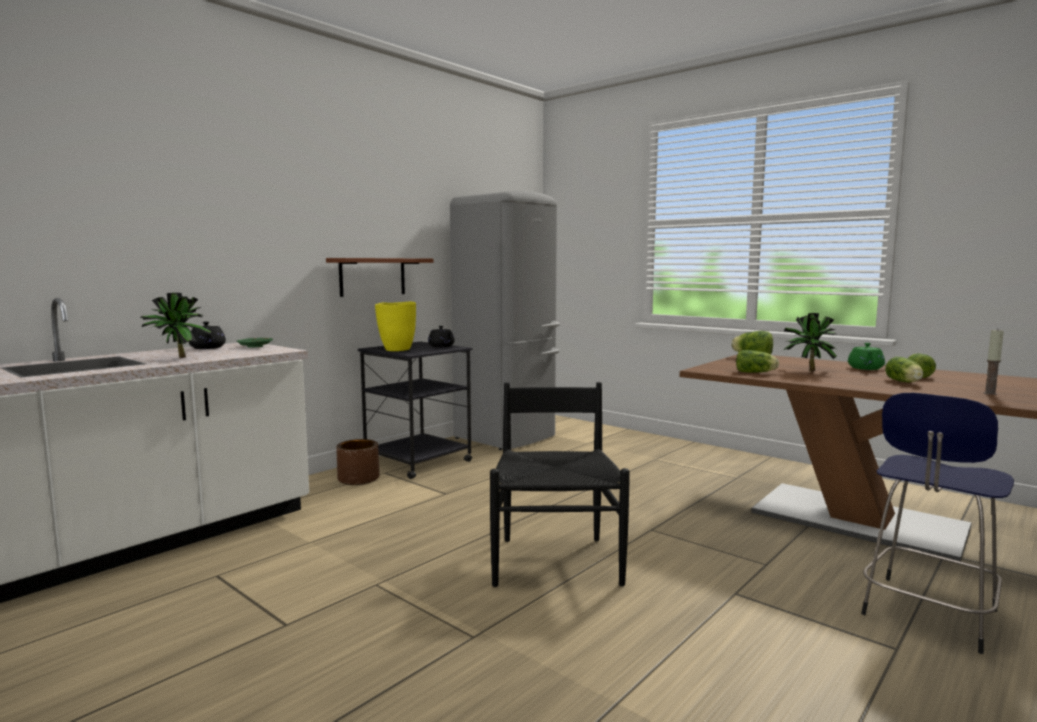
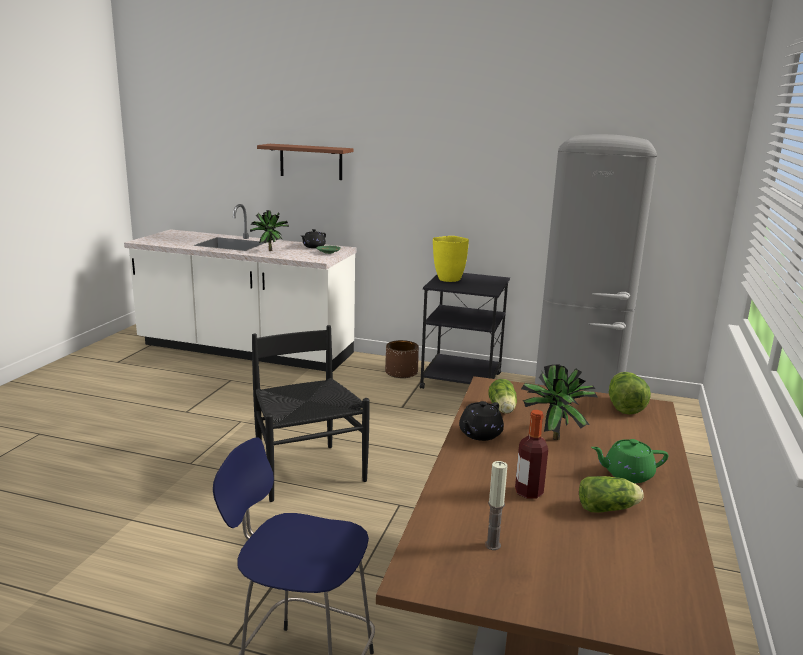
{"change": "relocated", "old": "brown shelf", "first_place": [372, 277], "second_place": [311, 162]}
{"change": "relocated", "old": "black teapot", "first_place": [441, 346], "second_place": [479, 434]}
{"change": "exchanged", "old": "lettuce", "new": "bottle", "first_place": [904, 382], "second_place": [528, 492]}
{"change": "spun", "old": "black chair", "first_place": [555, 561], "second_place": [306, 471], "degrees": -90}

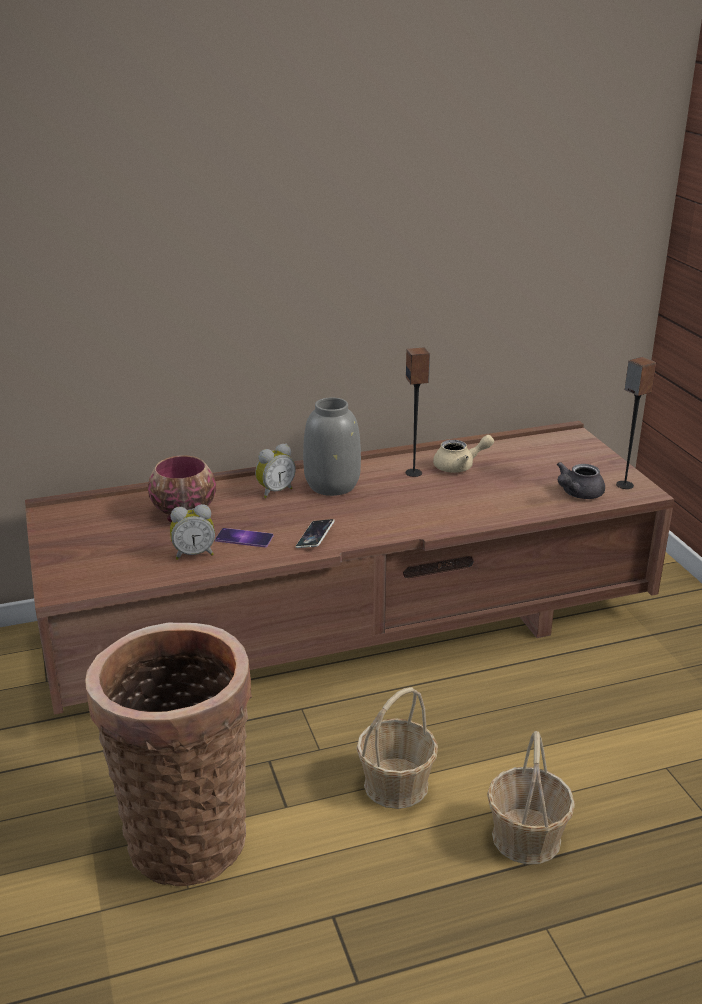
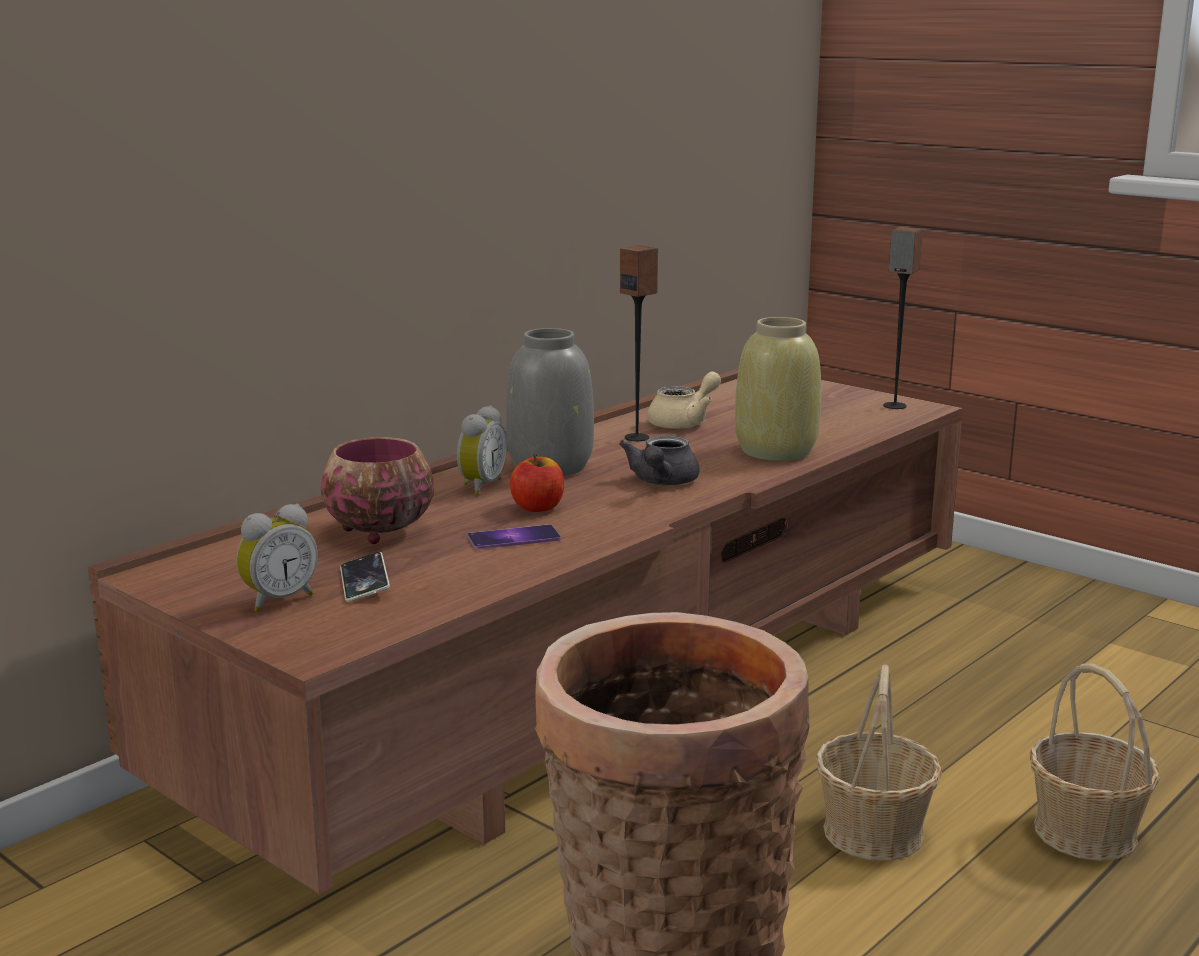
{"change": "appeared", "new": "apple", "second_place": [538, 507]}
{"change": "appeared", "new": "beige vase", "second_place": [774, 451]}
{"change": "relocated", "old": "alarm clock", "first_place": [194, 554], "second_place": [278, 600]}
{"change": "relocated", "old": "phone", "first_place": [315, 537], "second_place": [364, 583]}
{"change": "relocated", "old": "grey teapot", "first_place": [577, 494], "second_place": [661, 482]}

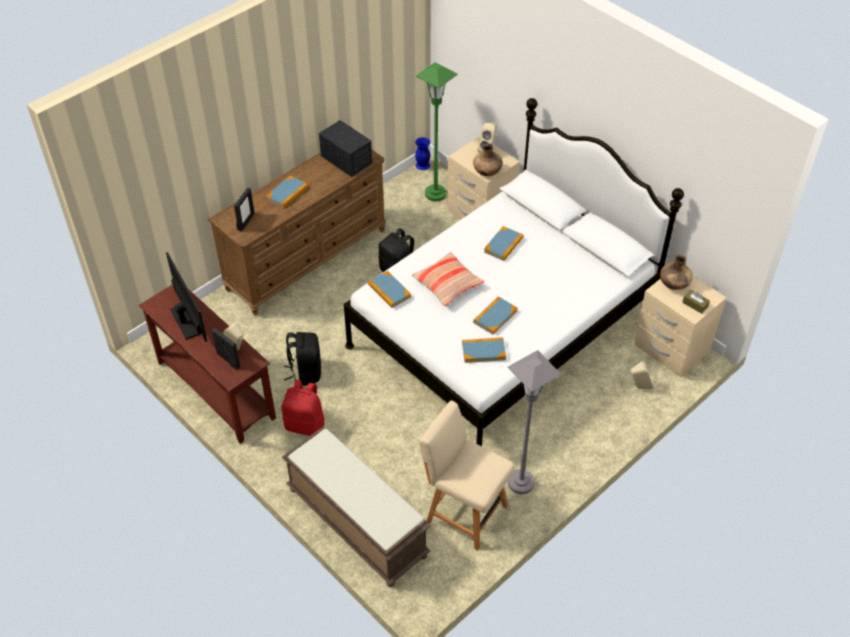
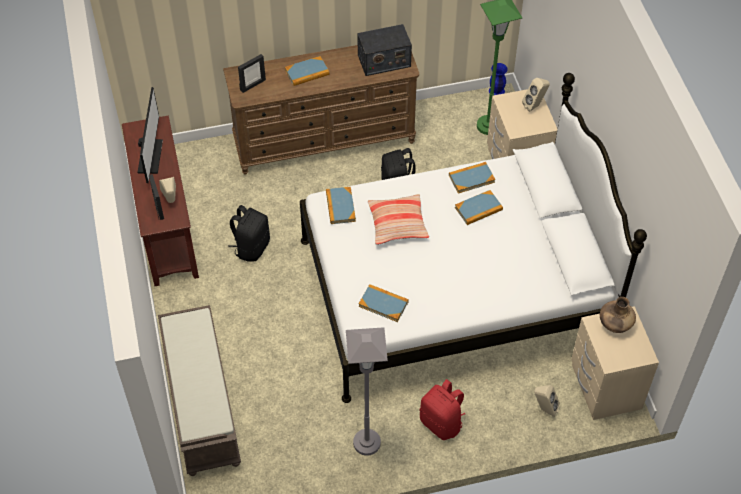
{"change": "missing", "old": "beige chair", "first_place": [464, 512]}
{"change": "missing", "old": "brown vase", "first_place": [487, 172]}
{"change": "missing", "old": "brown tissue box", "first_place": [695, 304]}
{"change": "relocated", "old": "red backpack", "first_place": [305, 424], "second_place": [442, 423]}
{"change": "relocated", "old": "book", "first_place": [495, 316], "second_place": [471, 178]}
{"change": "spun", "old": "radio", "first_place": [346, 159], "second_place": [383, 61], "degrees": 90}

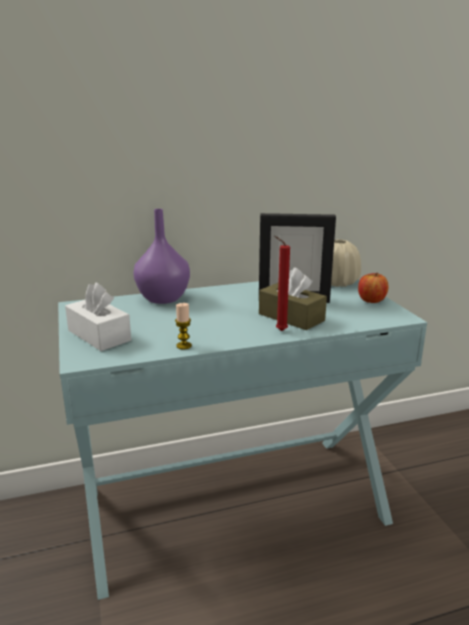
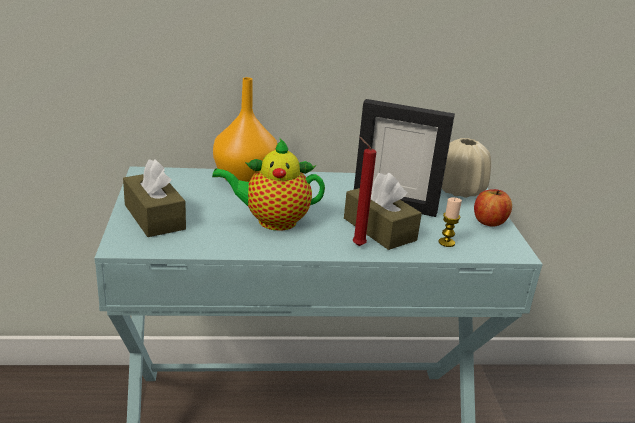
{"change": "appeared", "new": "teapot", "second_place": [272, 221]}
{"change": "relocated", "old": "candle", "first_place": [184, 346], "second_place": [446, 242]}
{"change": "colour", "old": "white tissue box", "new": "brown tissue box", "first_place": [99, 335], "second_place": [154, 217]}
{"change": "colour", "old": "purple vase", "new": "orange vase", "first_place": [163, 298], "second_place": [244, 179]}

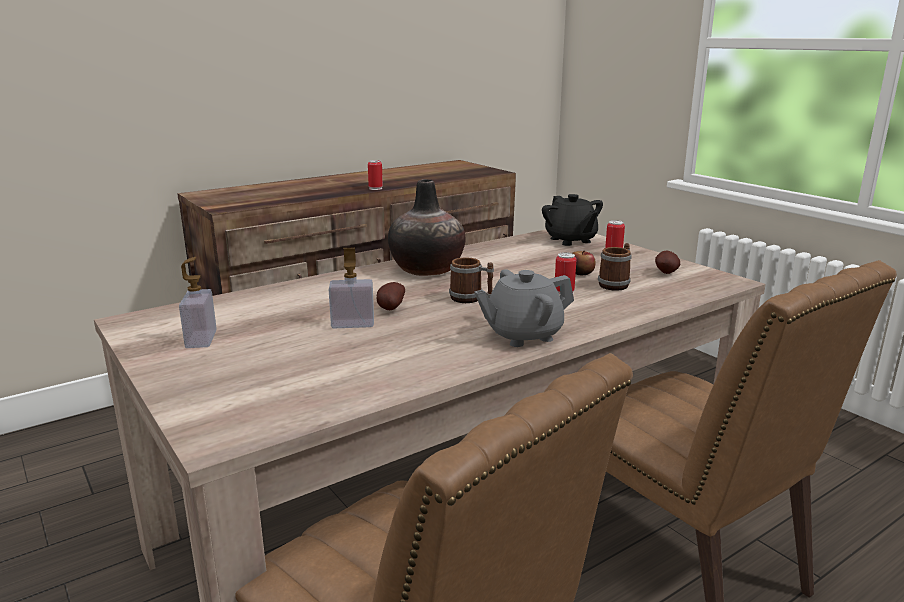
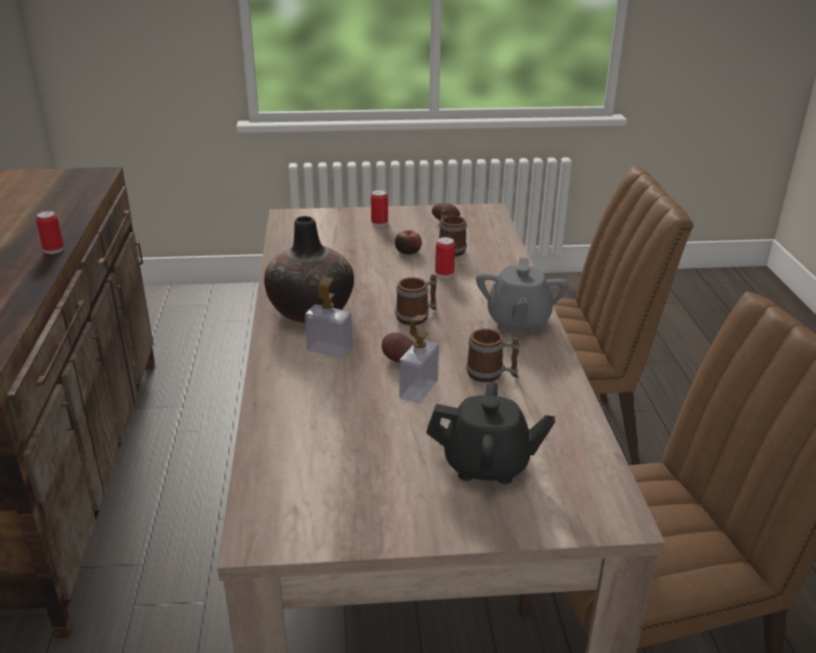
{"change": "appeared", "new": "mug", "second_place": [491, 374]}
{"change": "relocated", "old": "soap dispenser", "first_place": [201, 339], "second_place": [329, 349]}
{"change": "relocated", "old": "black teapot", "first_place": [570, 240], "second_place": [487, 465]}

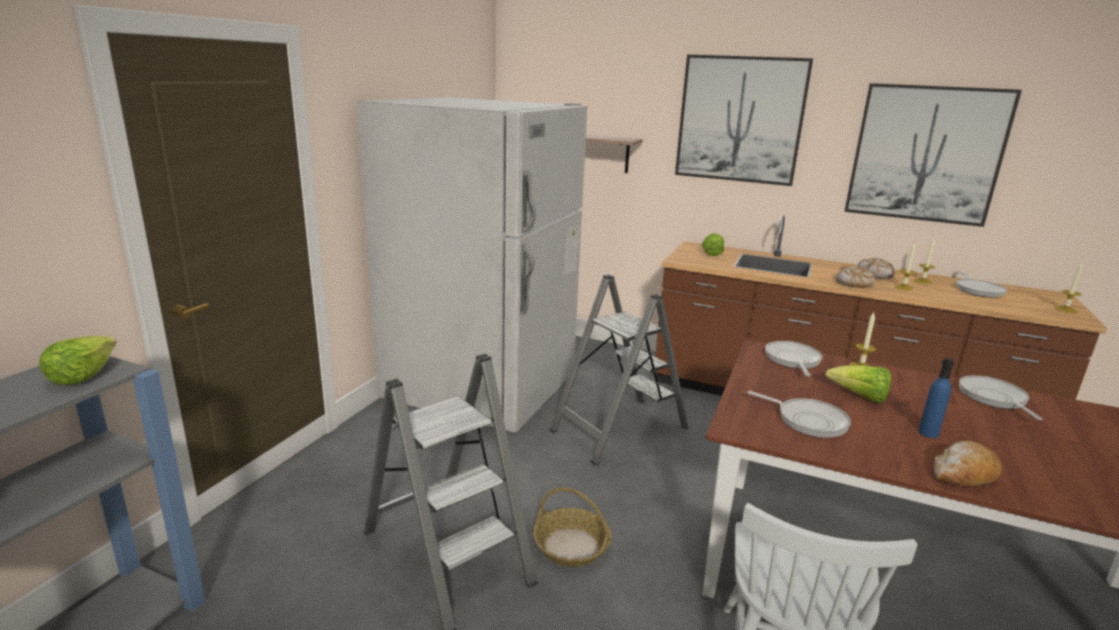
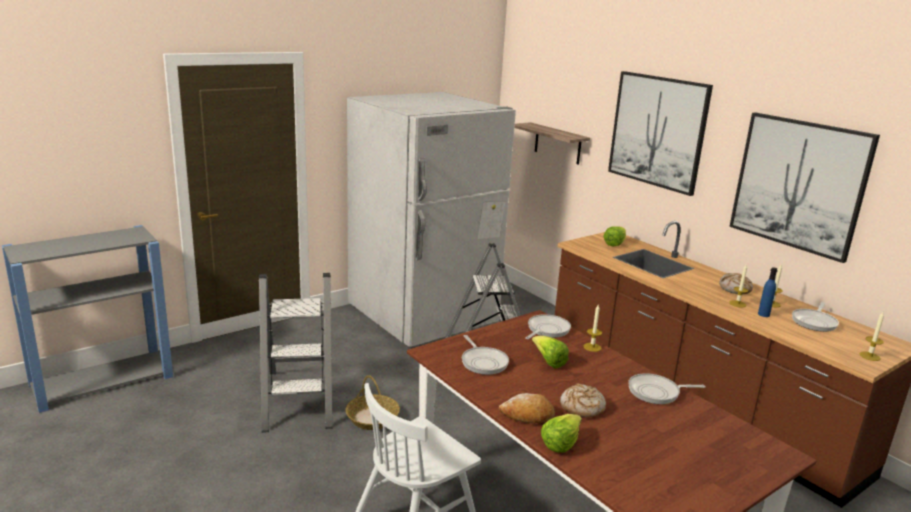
{"change": "relocated", "old": "lettuce", "first_place": [82, 375], "second_place": [560, 443]}
{"change": "relocated", "old": "bread", "first_place": [854, 283], "second_place": [582, 407]}
{"change": "relocated", "old": "blue bottle", "first_place": [928, 433], "second_place": [763, 314]}
{"change": "spun", "old": "frying pan", "first_place": [994, 398], "second_place": [656, 392], "degrees": -120}

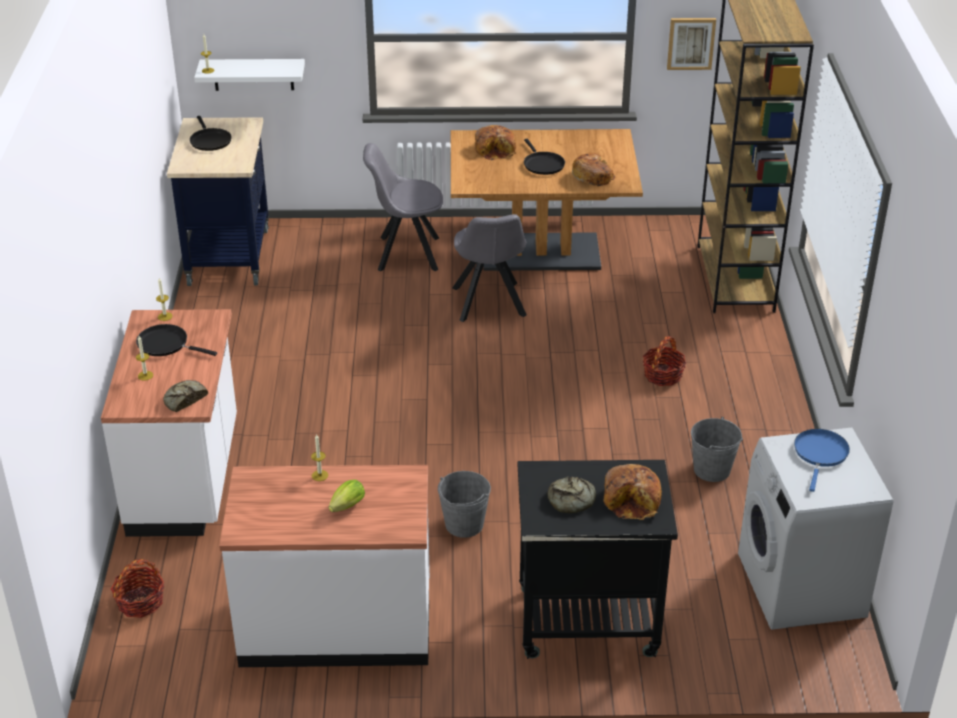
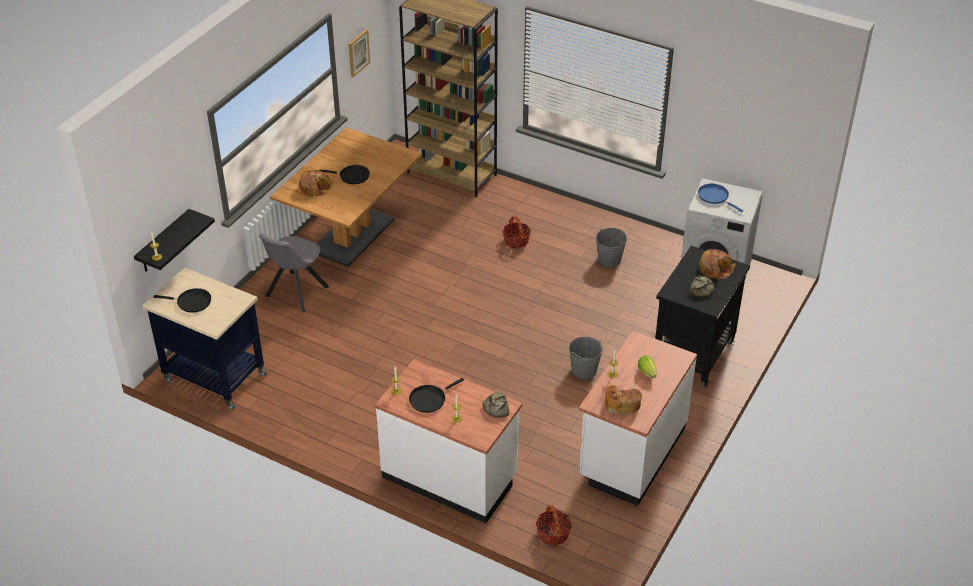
{"change": "missing", "old": "grey chair", "first_place": [489, 303]}
{"change": "relocated", "old": "bread", "first_place": [593, 176], "second_place": [622, 403]}
{"change": "colour", "old": "white shelf", "new": "black shelf", "first_place": [253, 74], "second_place": [163, 242]}

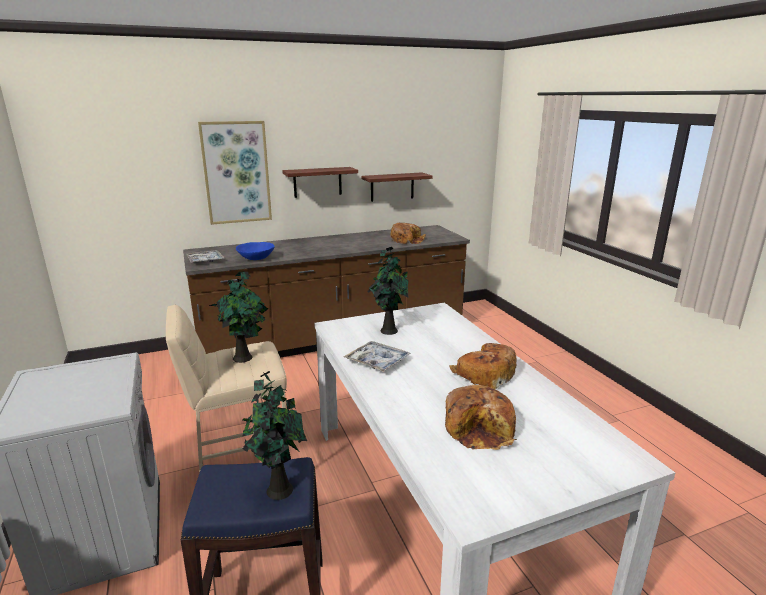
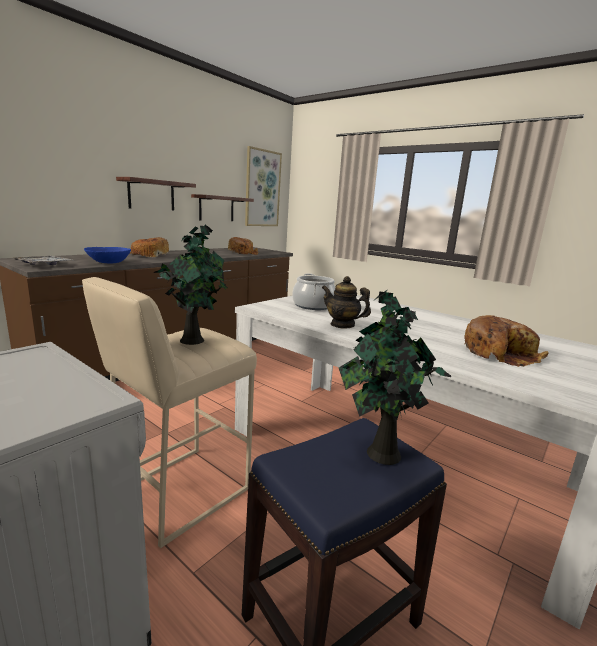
{"change": "relocated", "old": "picture", "first_place": [236, 173], "second_place": [262, 188]}
{"change": "relocated", "old": "bread", "first_place": [483, 374], "second_place": [149, 255]}
{"change": "exchanged", "old": "tray", "new": "teapot", "first_place": [377, 361], "second_place": [342, 325]}
{"change": "exchanged", "old": "potted plant", "new": "cooking pot", "first_place": [388, 330], "second_place": [313, 306]}

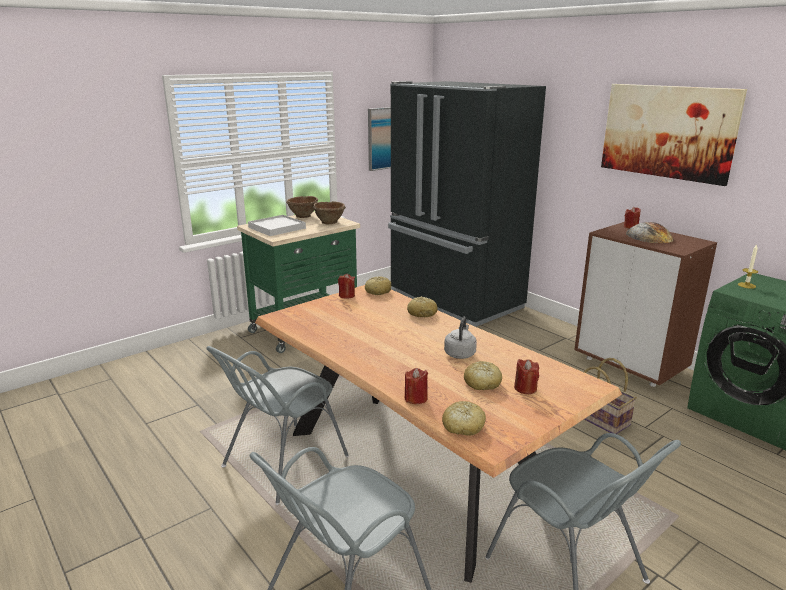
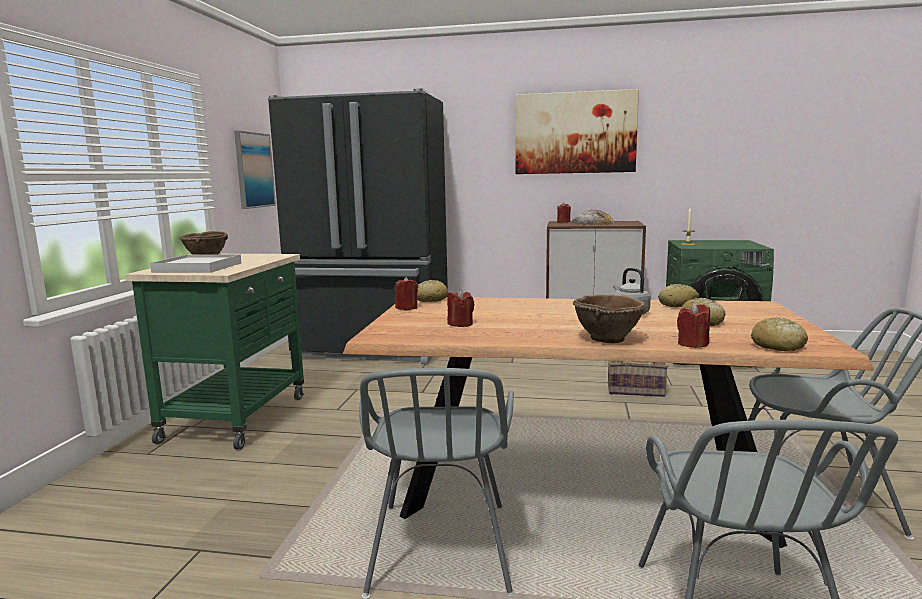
{"change": "relocated", "old": "brown bowl", "first_place": [330, 222], "second_place": [607, 338]}
{"change": "relocated", "old": "bread", "first_place": [422, 313], "second_place": [678, 305]}
{"change": "relocated", "old": "red candle", "first_place": [525, 388], "second_place": [460, 324]}

